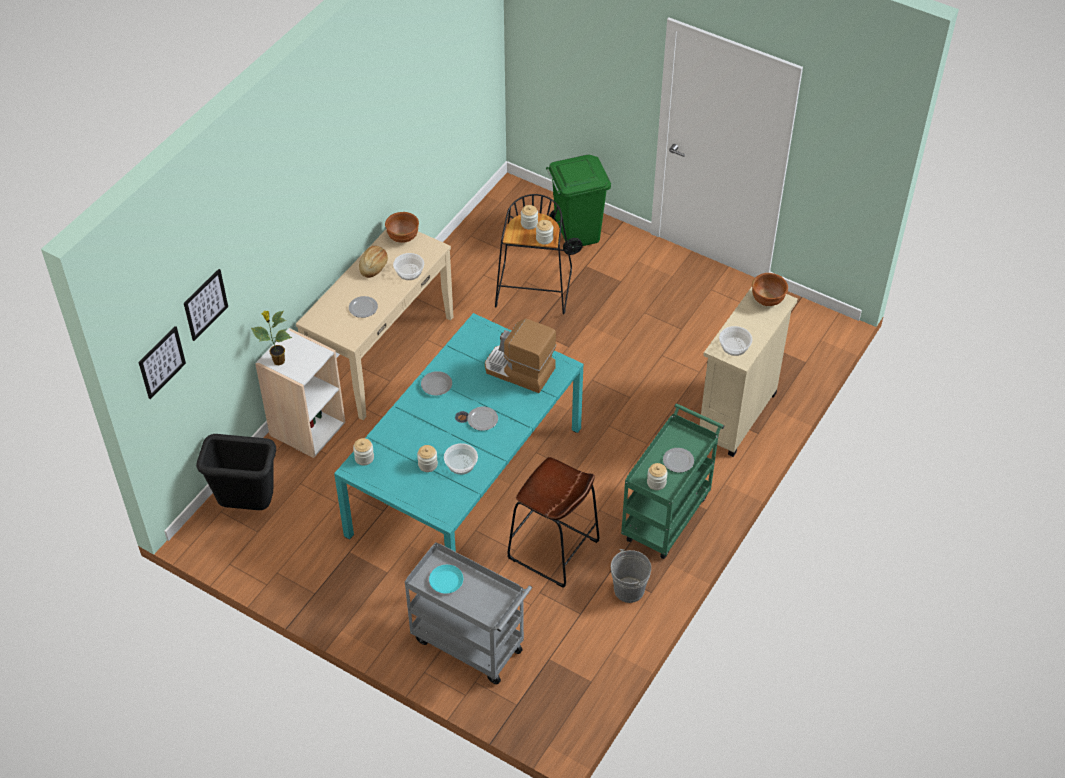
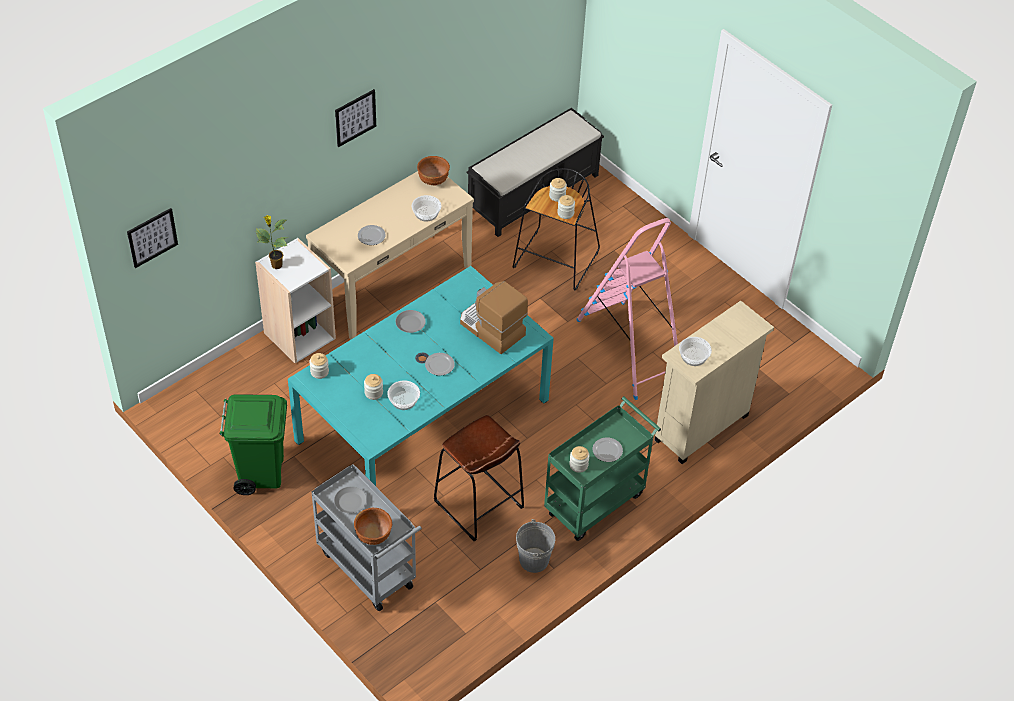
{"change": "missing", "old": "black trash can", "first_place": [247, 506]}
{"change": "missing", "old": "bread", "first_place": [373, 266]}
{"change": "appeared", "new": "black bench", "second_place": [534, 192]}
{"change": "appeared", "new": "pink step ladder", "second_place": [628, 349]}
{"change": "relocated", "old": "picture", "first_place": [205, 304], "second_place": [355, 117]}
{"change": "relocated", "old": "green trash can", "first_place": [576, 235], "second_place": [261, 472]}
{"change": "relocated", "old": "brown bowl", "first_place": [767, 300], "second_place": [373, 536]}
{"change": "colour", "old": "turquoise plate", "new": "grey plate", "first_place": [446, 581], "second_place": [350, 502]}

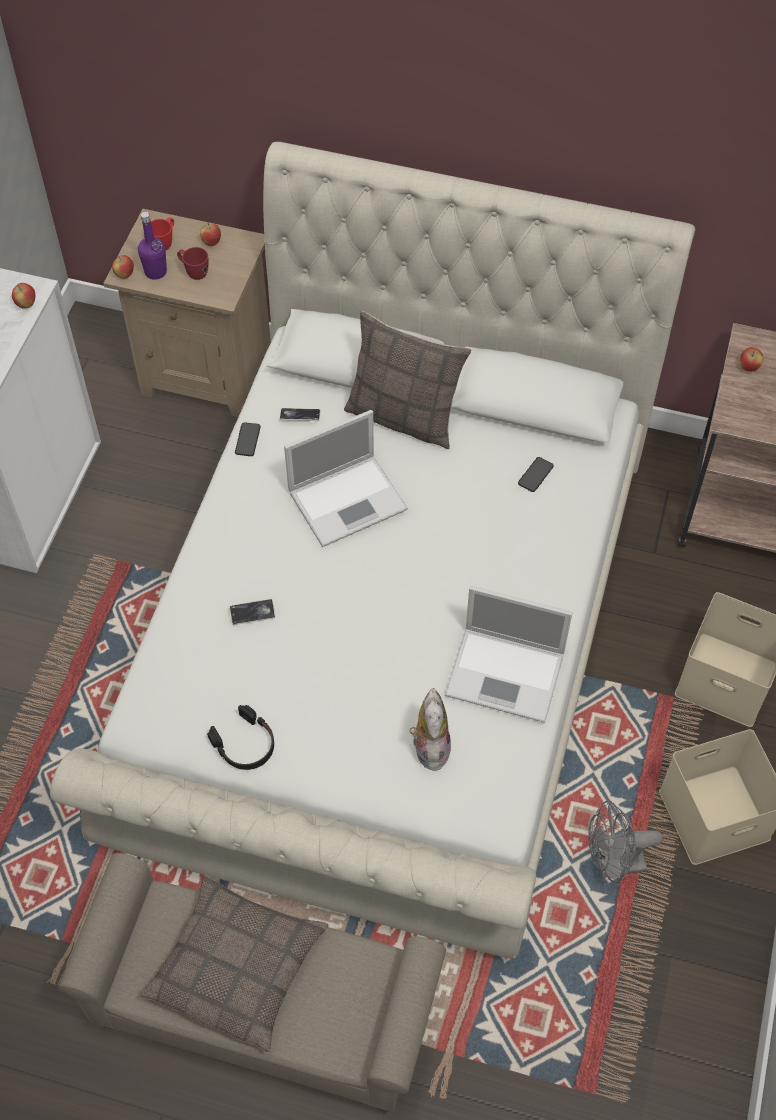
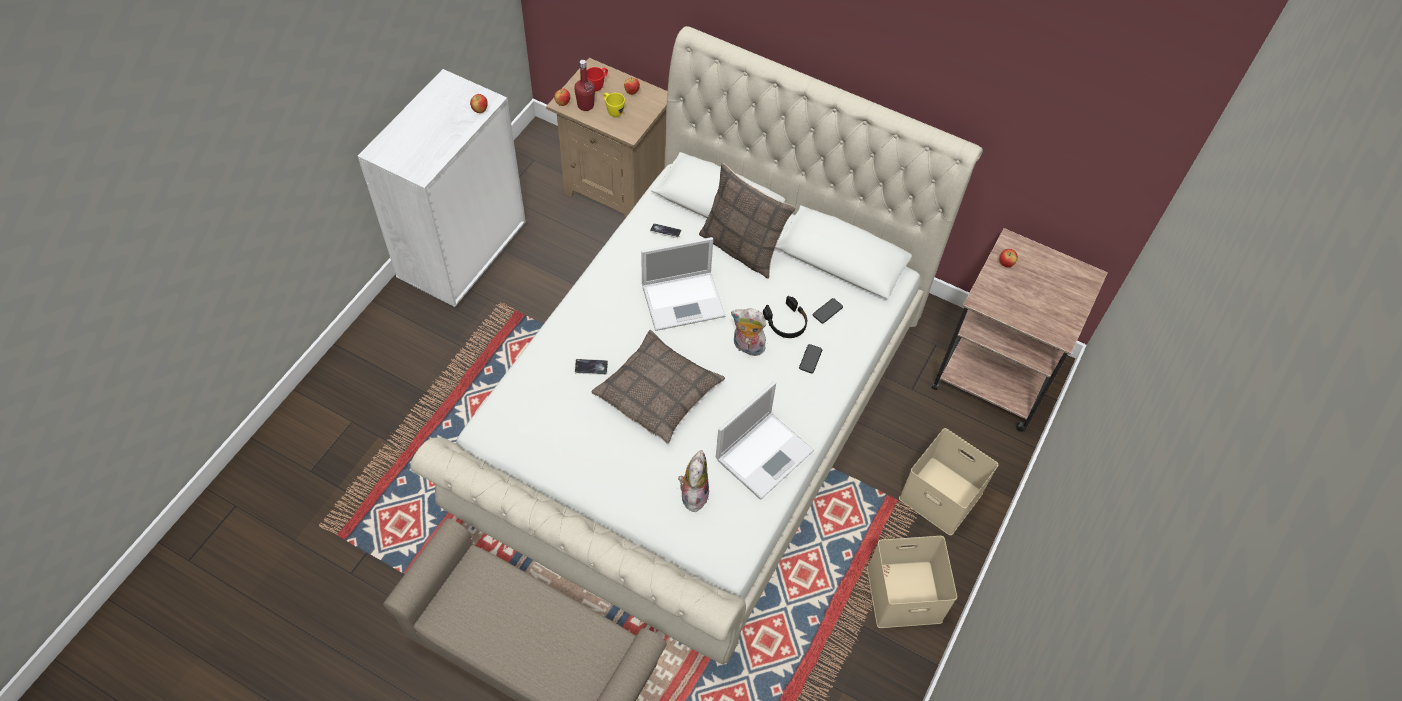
{"change": "missing", "old": "grey fan", "first_place": [613, 864]}
{"change": "appeared", "new": "plush toy", "second_place": [747, 347]}
{"change": "relocated", "old": "pillow", "first_place": [237, 966], "second_place": [658, 392]}
{"change": "relocated", "old": "black headphones", "first_place": [245, 744], "second_place": [786, 322]}
{"change": "relocated", "old": "phone", "first_place": [247, 440], "second_place": [810, 359]}
{"change": "colour", "old": "purple bottle", "new": "red bottle", "first_place": [155, 272], "second_place": [585, 105]}
{"change": "colour", "old": "red mug", "new": "yellow mug", "first_place": [194, 272], "second_place": [613, 111]}
{"change": "spun", "old": "laptop", "first_place": [507, 674], "second_place": [765, 453], "degrees": -75}

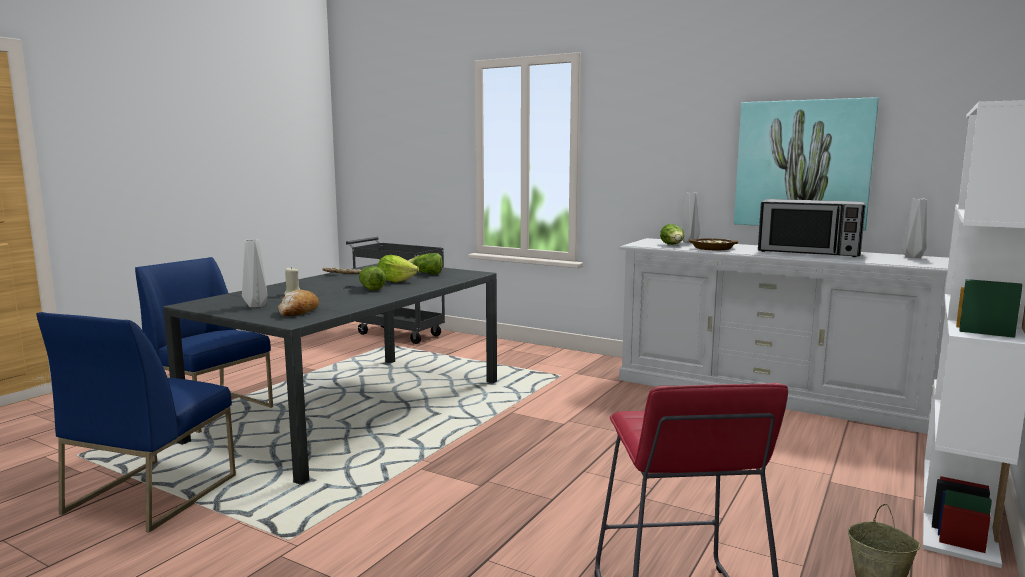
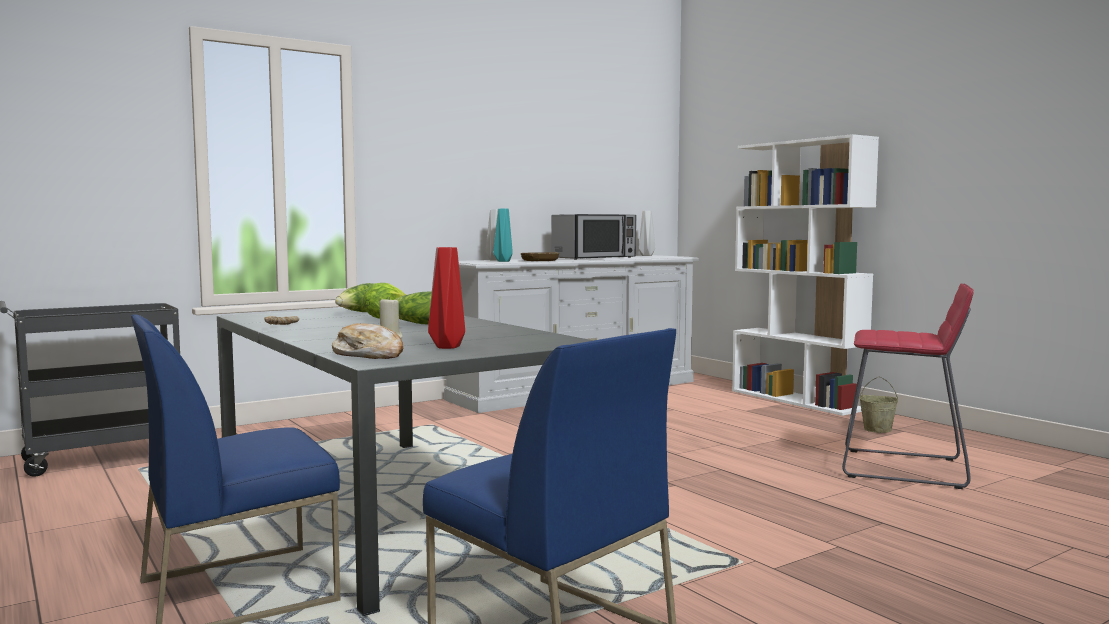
{"change": "missing", "old": "picture", "first_place": [802, 164]}
{"change": "relocated", "old": "bread", "first_place": [298, 311], "second_place": [369, 355]}
{"change": "exchanged", "old": "lettuce", "new": "turquoise vase", "first_place": [673, 245], "second_place": [504, 261]}
{"change": "colour", "old": "grey vase", "new": "red vase", "first_place": [255, 305], "second_place": [445, 347]}

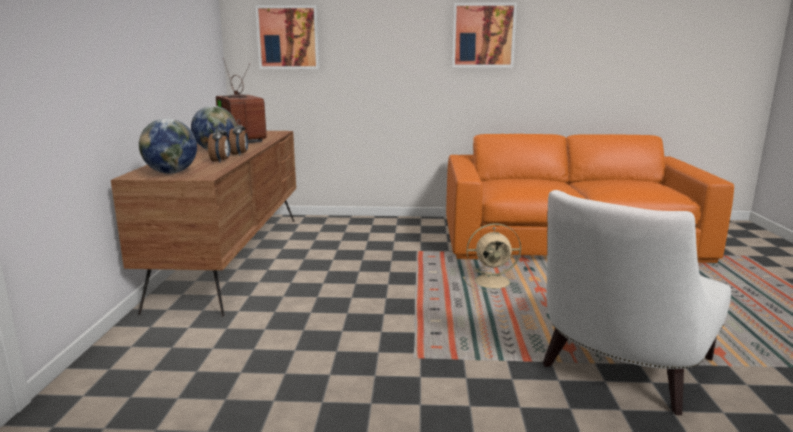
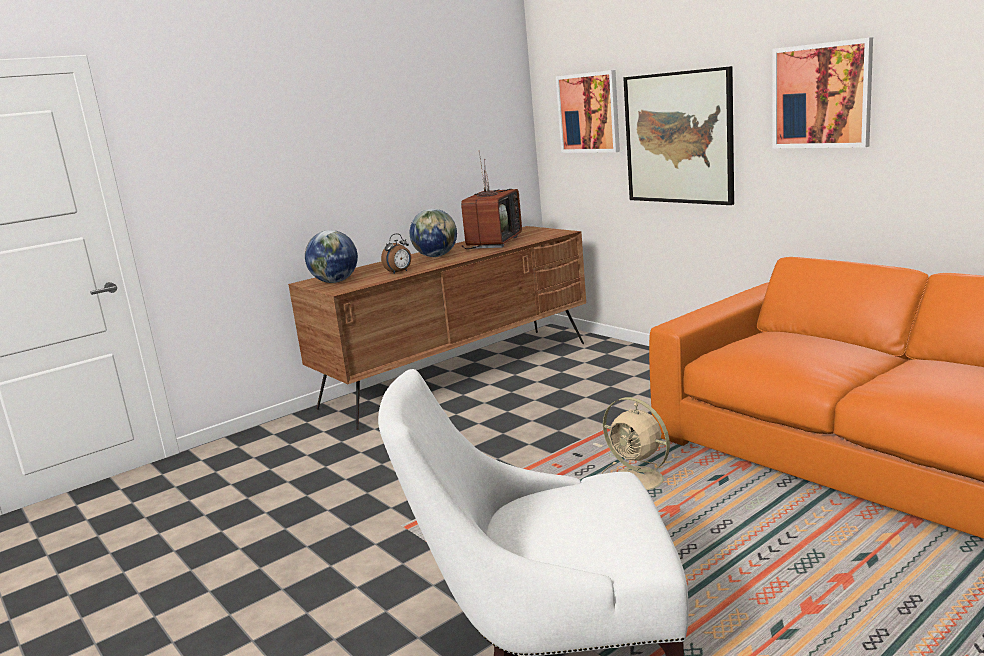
{"change": "missing", "old": "alarm clock", "first_place": [240, 154]}
{"change": "appeared", "new": "picture", "second_place": [678, 138]}

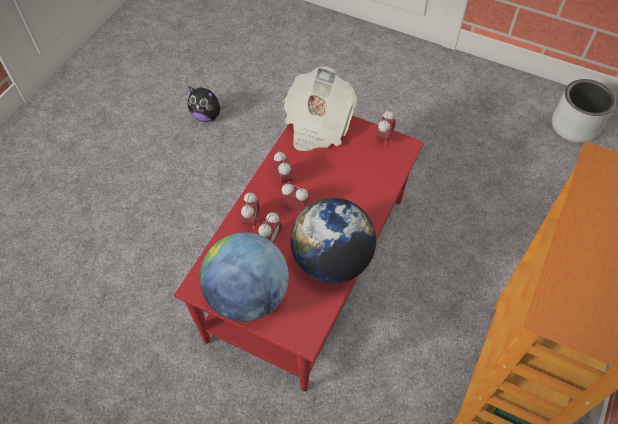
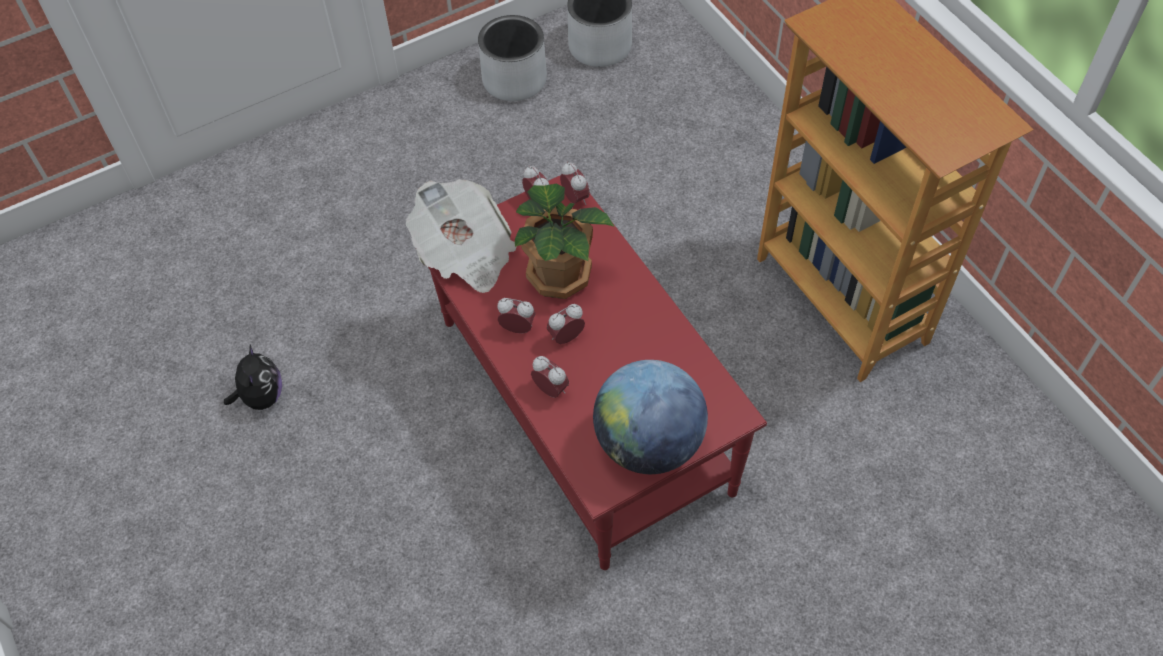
{"change": "missing", "old": "globe", "first_place": [331, 261]}
{"change": "appeared", "new": "grey planter", "second_place": [515, 80]}
{"change": "appeared", "new": "potted plant", "second_place": [560, 273]}
{"change": "relocated", "old": "alarm clock", "first_place": [270, 239], "second_place": [575, 199]}
{"change": "spun", "old": "plush toy", "first_place": [207, 116], "second_place": [261, 396], "degrees": -60}

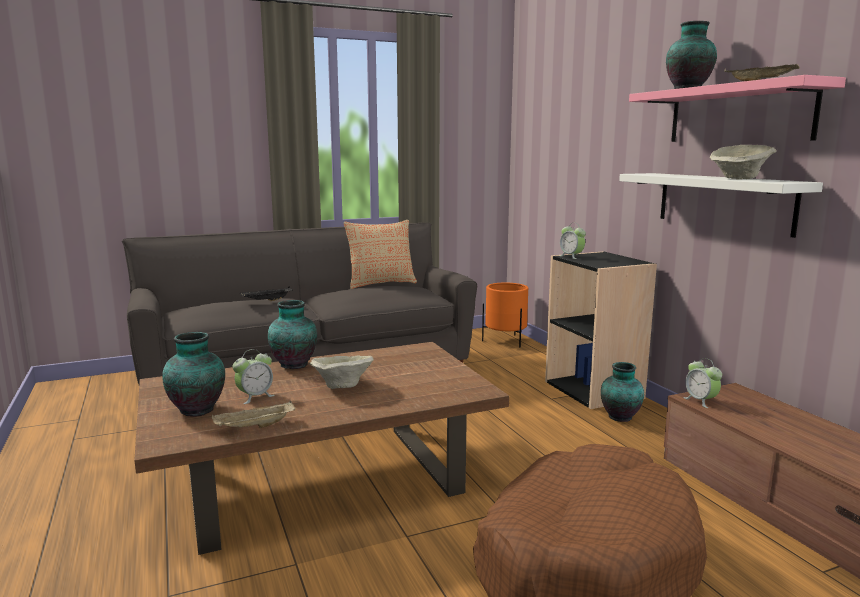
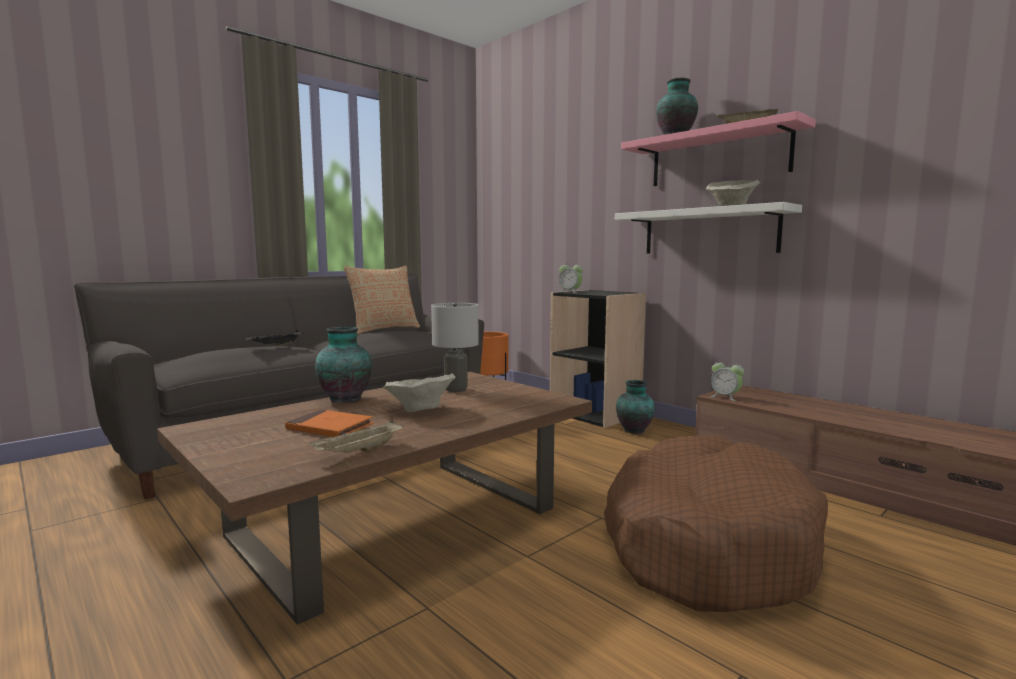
{"change": "missing", "old": "vase", "first_place": [198, 409]}
{"change": "appeared", "new": "white table lamp", "second_place": [454, 390]}
{"change": "exchanged", "old": "alarm clock", "new": "orange book", "first_place": [255, 397], "second_place": [329, 428]}

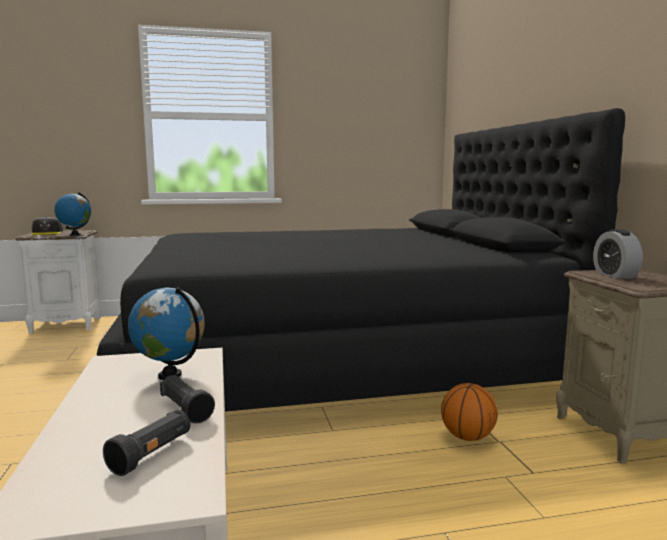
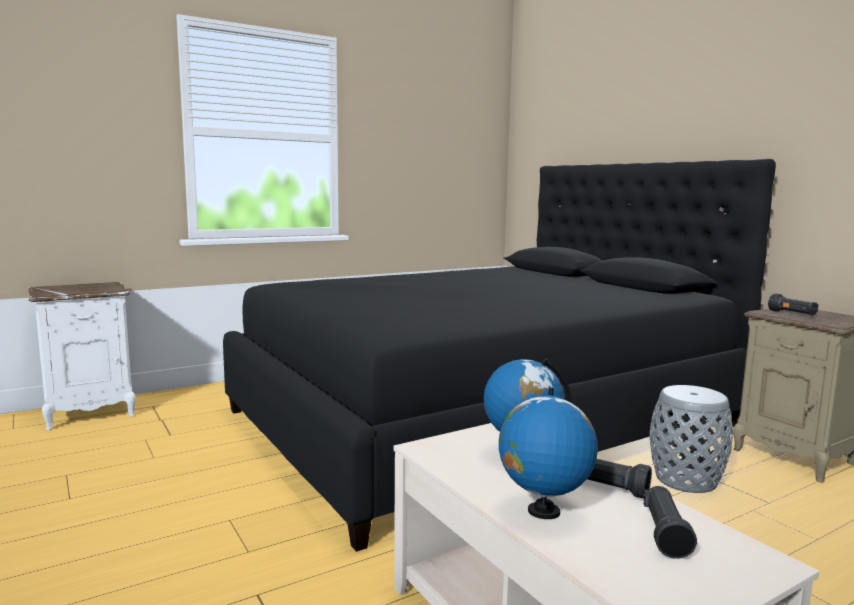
{"change": "missing", "old": "grey cap", "first_place": [47, 233]}
{"change": "relocated", "old": "globe", "first_place": [75, 234], "second_place": [543, 512]}
{"change": "exchanged", "old": "basketball", "new": "grey stool", "first_place": [467, 437], "second_place": [685, 480]}
{"change": "exchanged", "old": "alarm clock", "new": "black flashlight", "first_place": [614, 275], "second_place": [792, 314]}

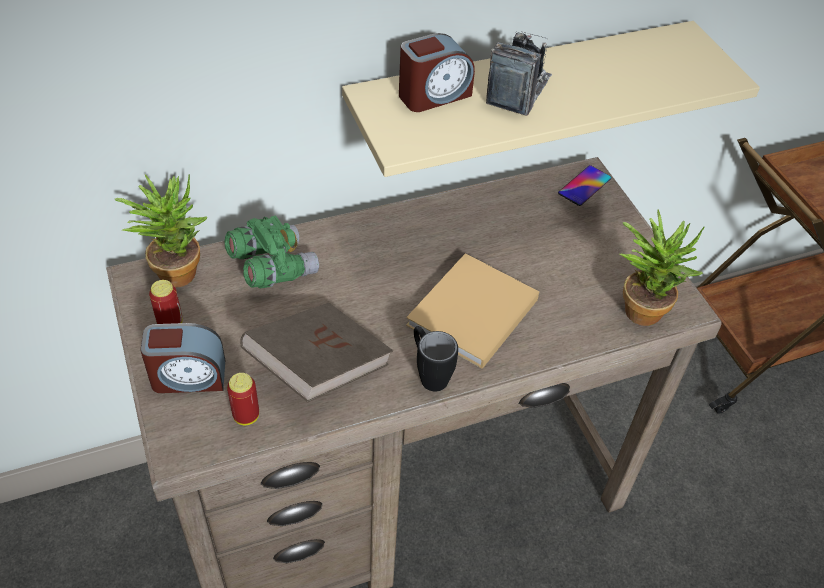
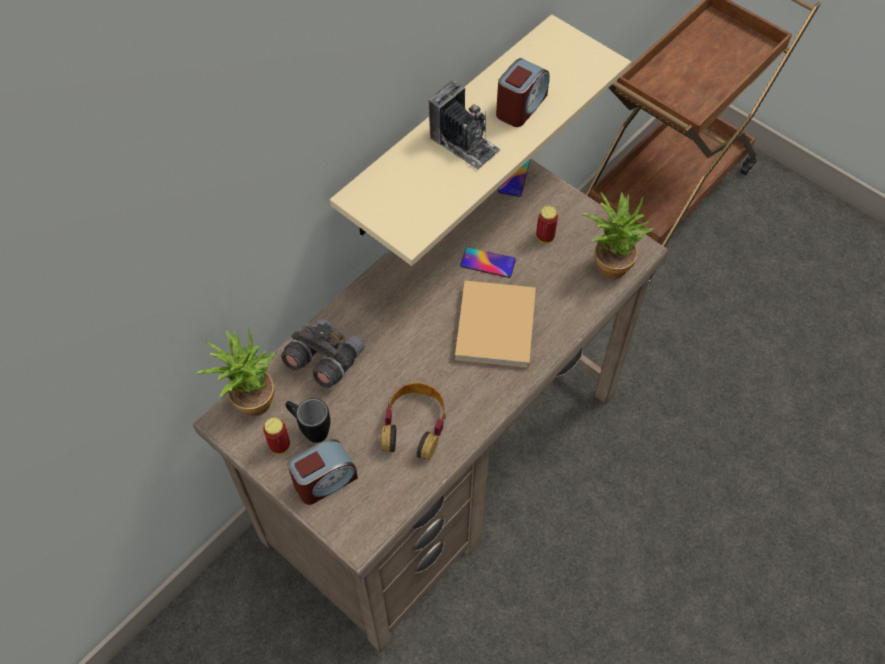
{"change": "appeared", "new": "phone", "second_place": [488, 263]}
{"change": "relocated", "old": "can", "first_place": [246, 416], "second_place": [545, 237]}
{"change": "relocated", "old": "alarm clock", "first_place": [434, 95], "second_place": [521, 106]}
{"change": "relocated", "old": "black mug", "first_place": [429, 373], "second_place": [310, 429]}
{"change": "exchanged", "old": "brown book", "new": "headphones", "first_place": [318, 368], "second_place": [414, 425]}
{"change": "colour", "old": "green binoculars", "new": "grey binoculars", "first_place": [272, 267], "second_place": [324, 361]}
{"change": "spun", "old": "photo camera", "first_place": [518, 90], "second_place": [464, 143], "degrees": 135}

